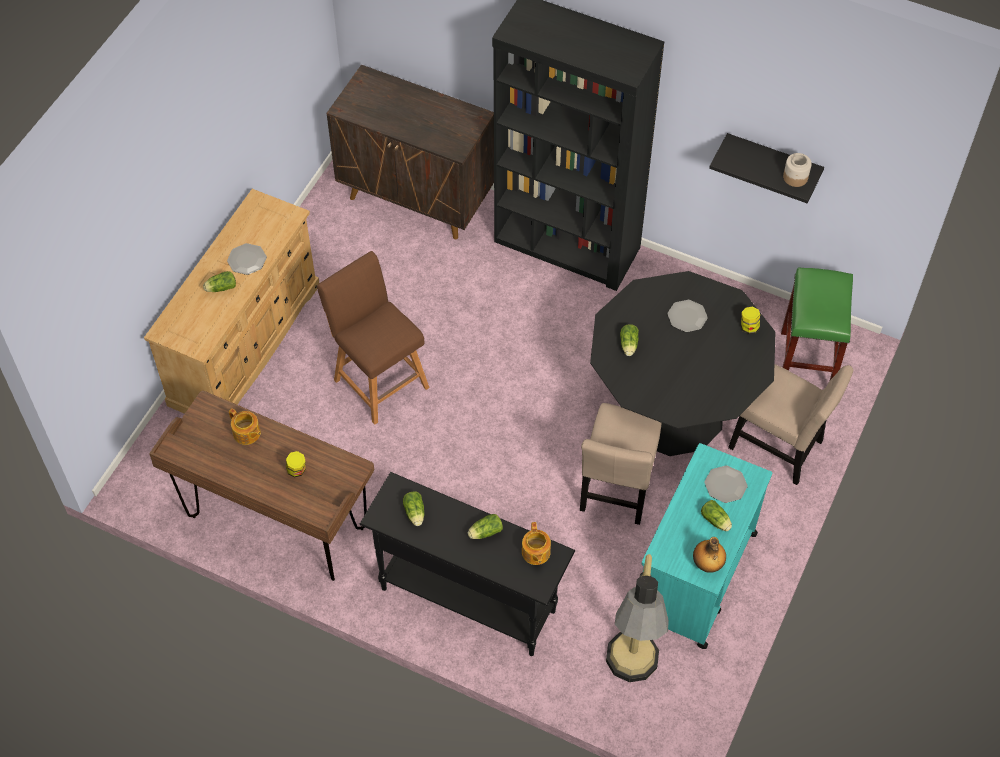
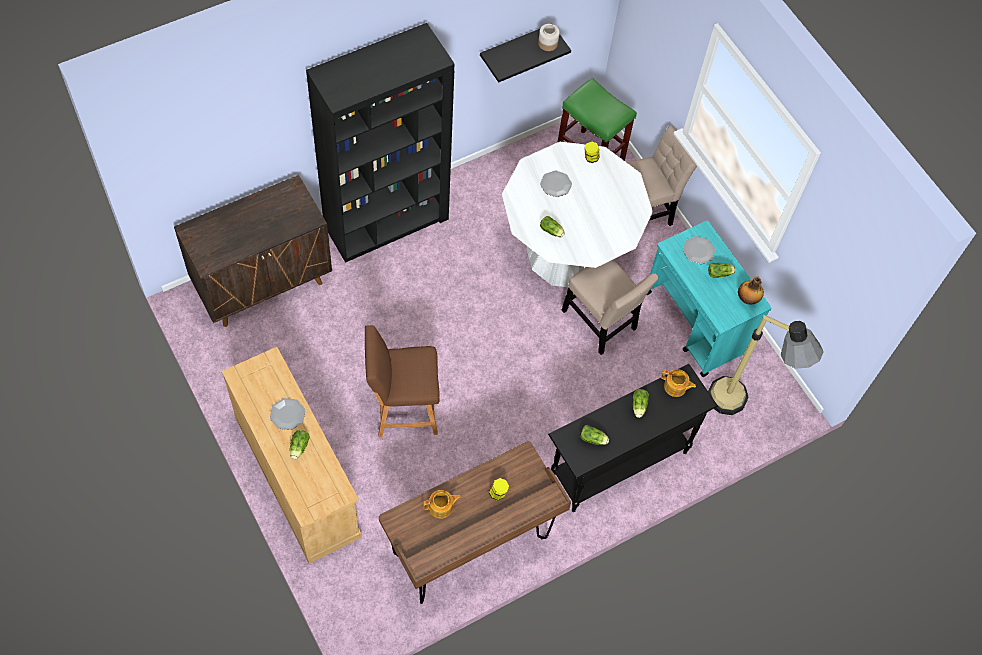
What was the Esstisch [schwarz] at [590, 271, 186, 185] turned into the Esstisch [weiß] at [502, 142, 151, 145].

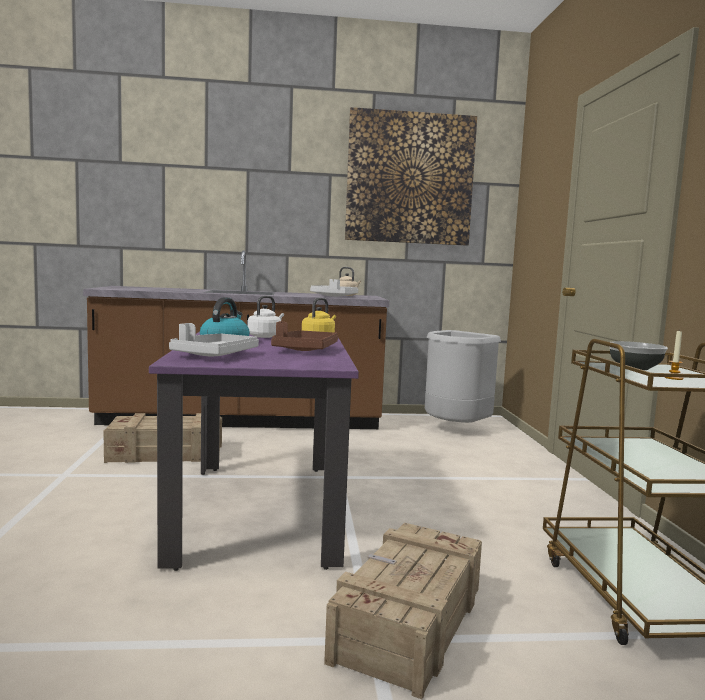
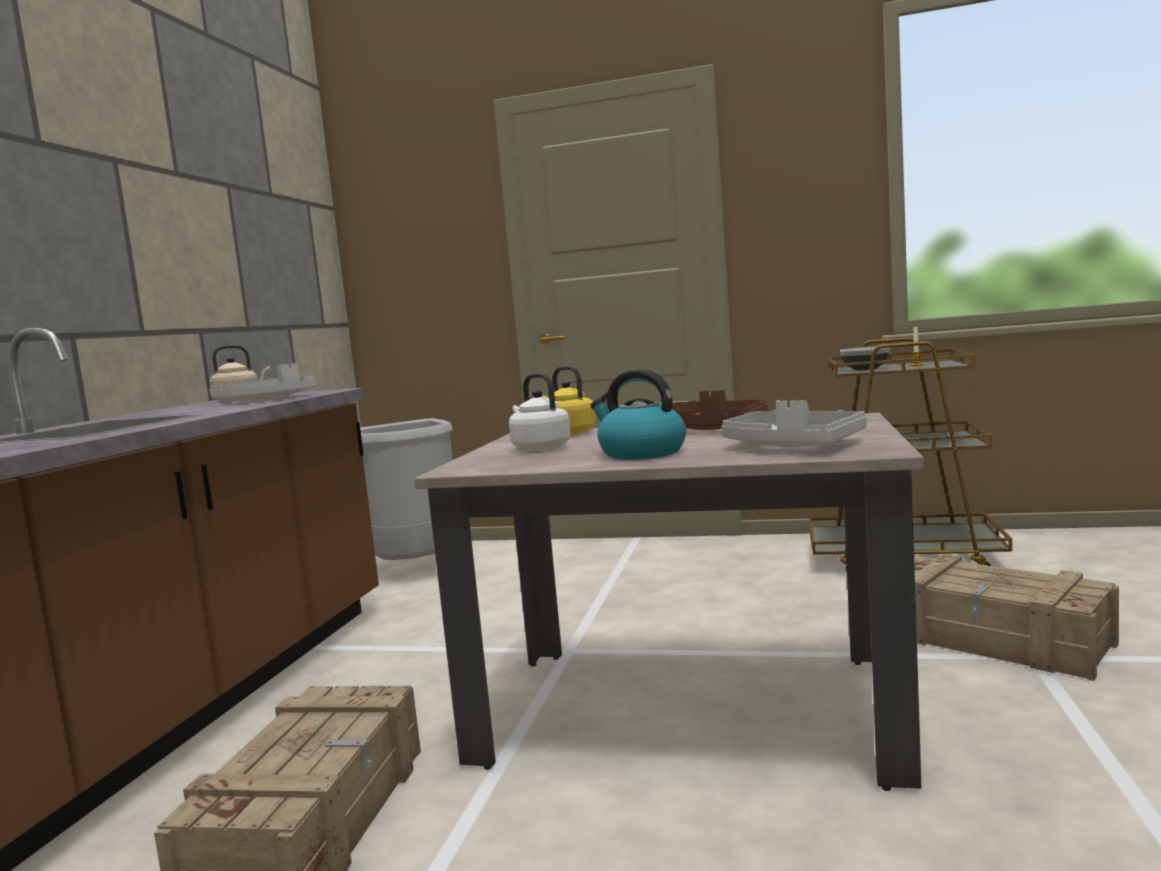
The second view lost the Bild at [345, 107, 132, 139]. What was the Esstisch [lila] at [149, 331, 210, 240] turned into the Esstisch [beige] at [414, 413, 510, 378].

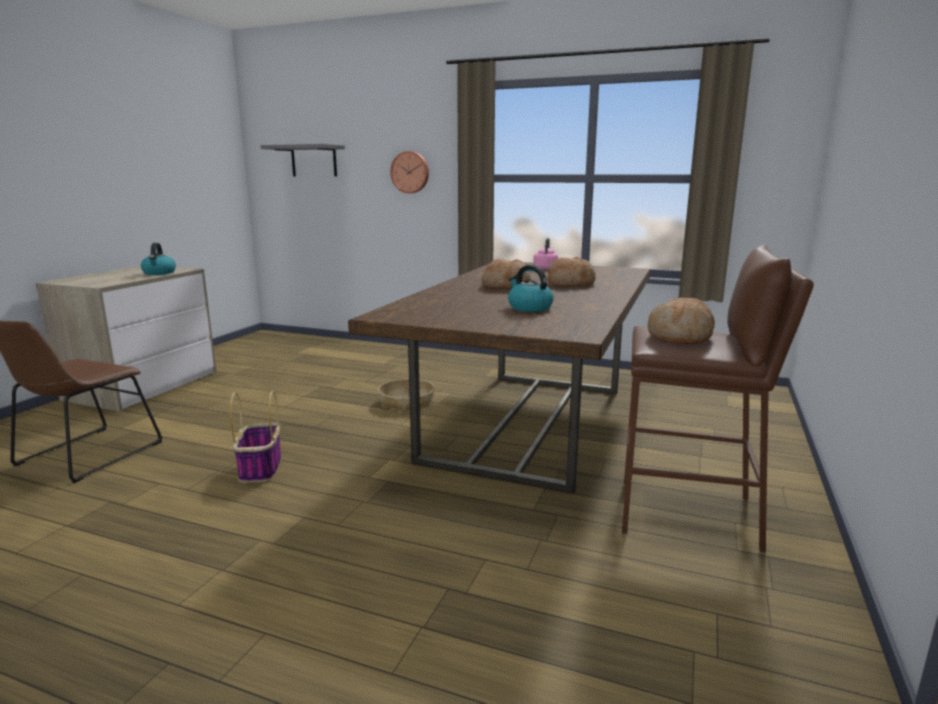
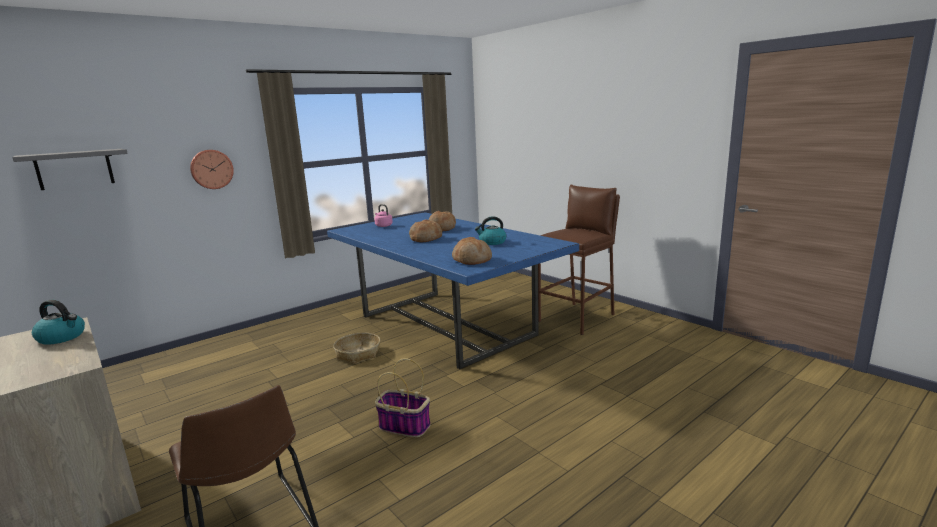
What was the Esstisch [braun] at [348, 262, 302, 231] turned into the Esstisch [blau] at [327, 212, 252, 157]. The Brot ended up elsewhere, having gone from [648, 298, 67, 46] to [452, 237, 40, 28].

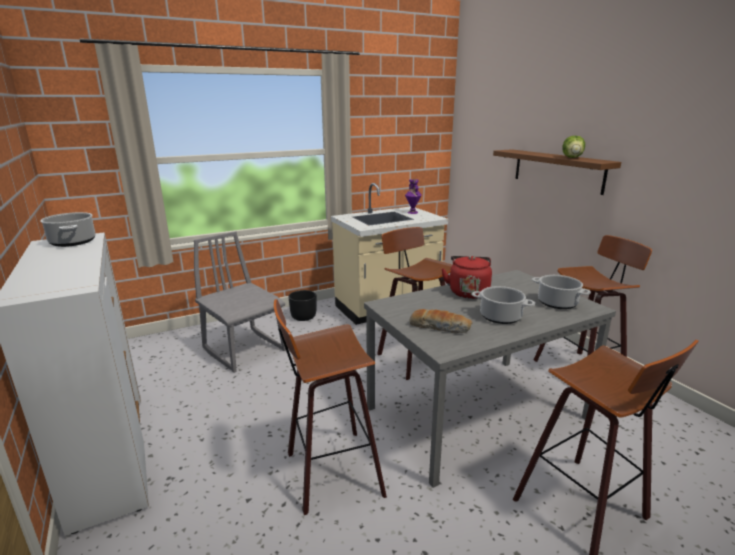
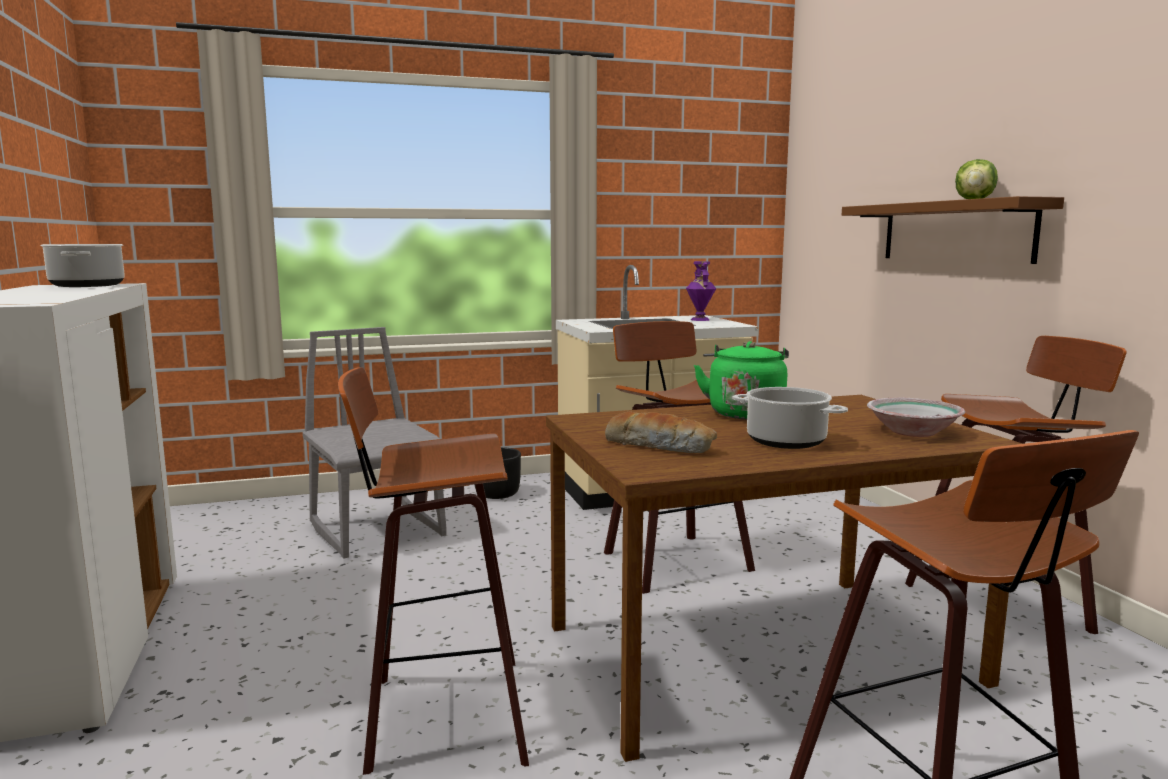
What was the Wasserkessel [rot] at [442, 256, 50, 43] turned into the Wasserkessel [grün] at [694, 341, 95, 78]. What was the Esstisch [grau] at [364, 270, 252, 218] turned into the Esstisch [braun] at [546, 395, 477, 367]. Where the Kochtopf stood at [532, 275, 59, 34], the Schüssel came to stand at [867, 398, 98, 39].

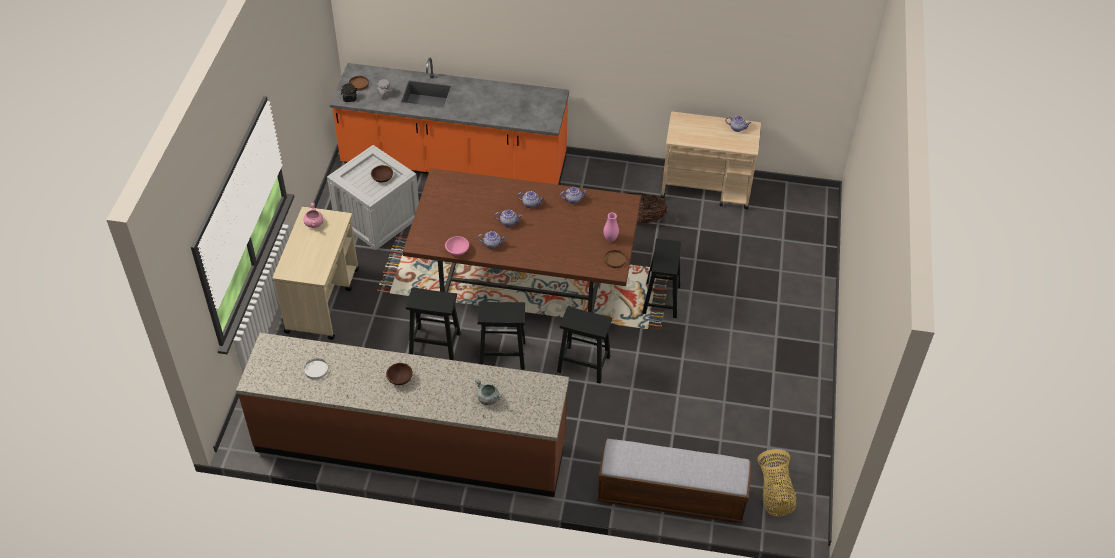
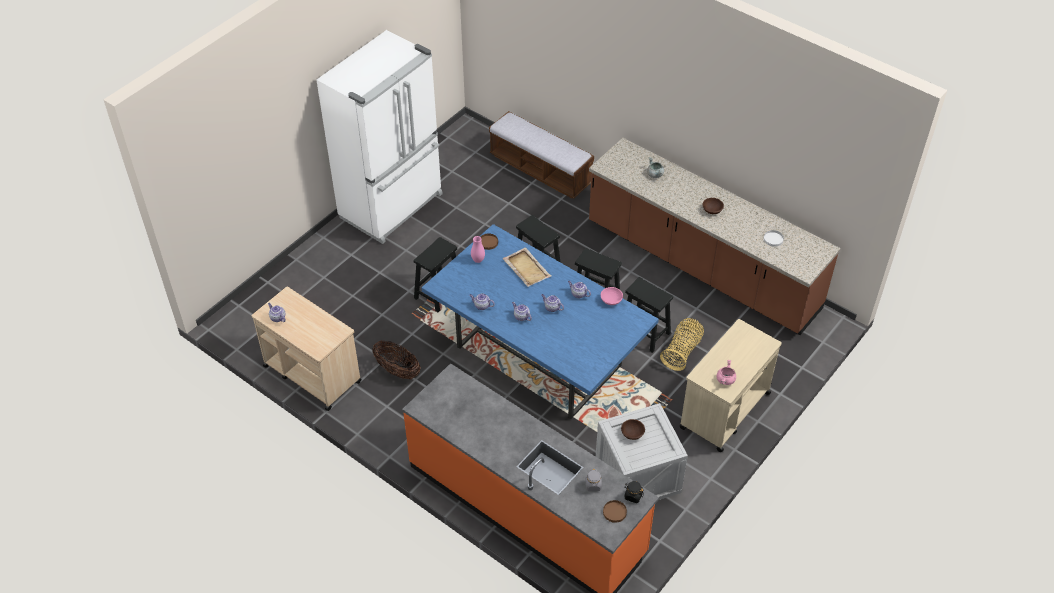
What was the Esstisch [braun] at [403, 168, 238, 145] turned into the Esstisch [blau] at [421, 224, 238, 195]. The Korb ended up elsewhere, having gone from [757, 449, 39, 67] to [660, 318, 44, 53]. The second view gained the Kühlschrank [weiß] at [316, 30, 127, 214]. The second view gained the Tablett [beige] at [502, 247, 50, 40].

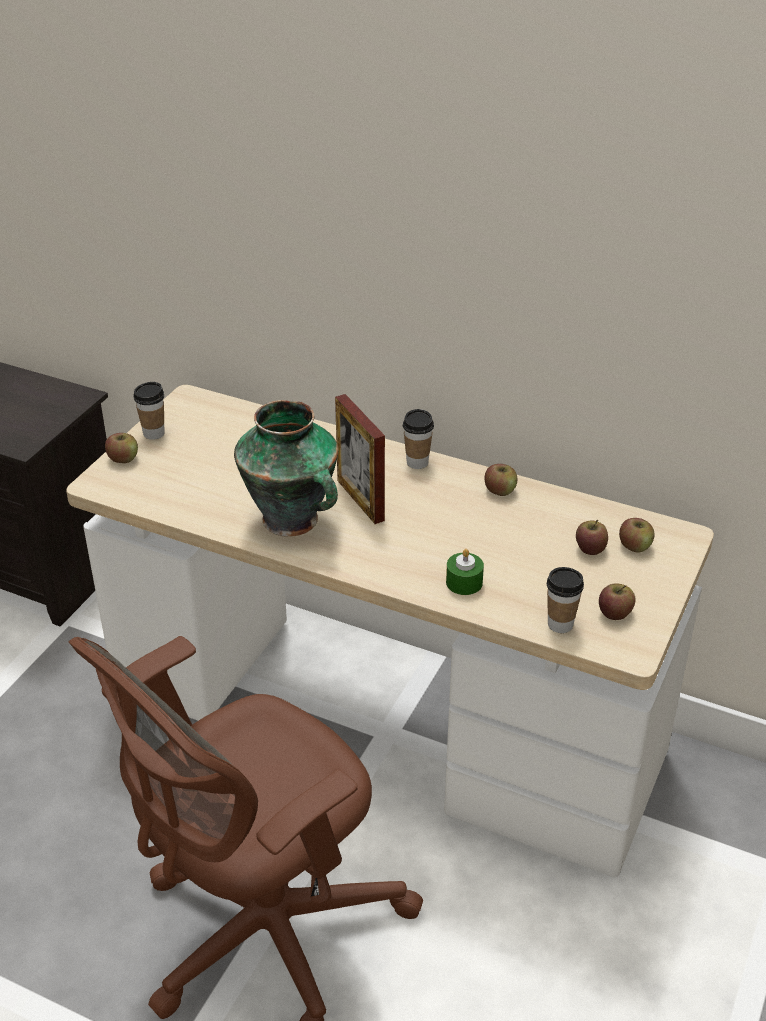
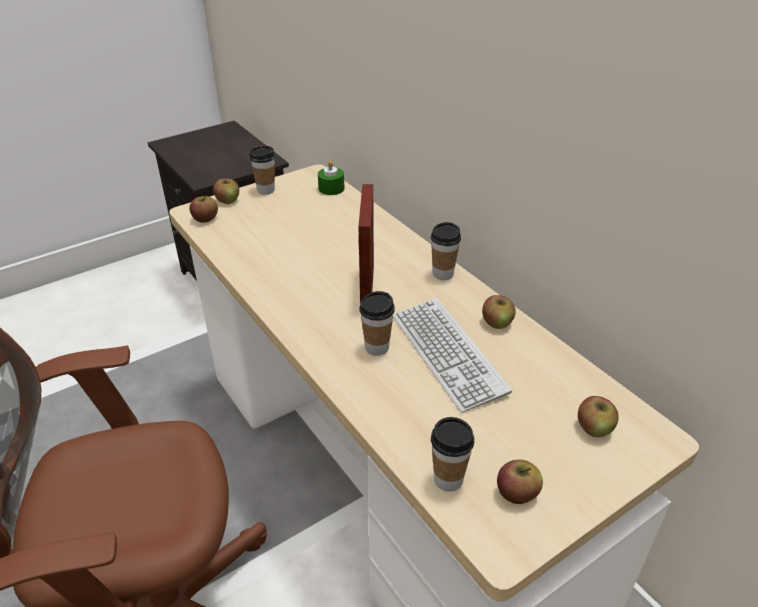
The second view lost the Vase at [234, 400, 104, 137]. The Apfel ended up elsewhere, having gone from [576, 520, 32, 35] to [189, 195, 29, 28]. The Kerze [grün] ended up elsewhere, having gone from [446, 549, 38, 46] to [318, 160, 26, 35]. The second view gained the Tasse at [359, 291, 36, 65]. The second view gained the Tastatur at [393, 298, 119, 115].

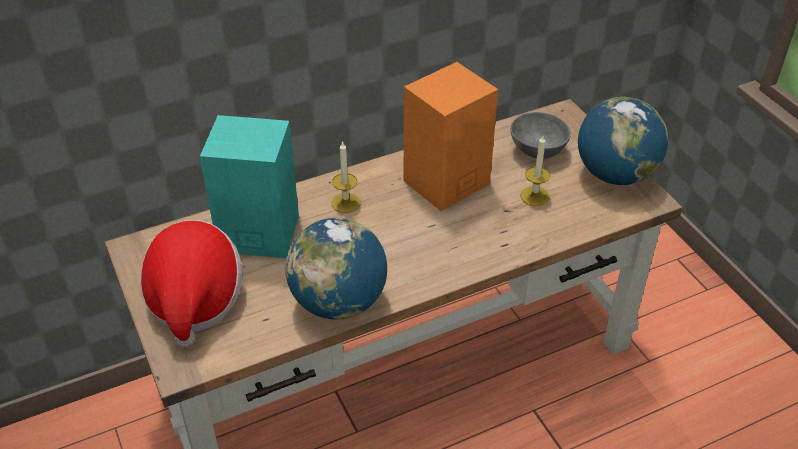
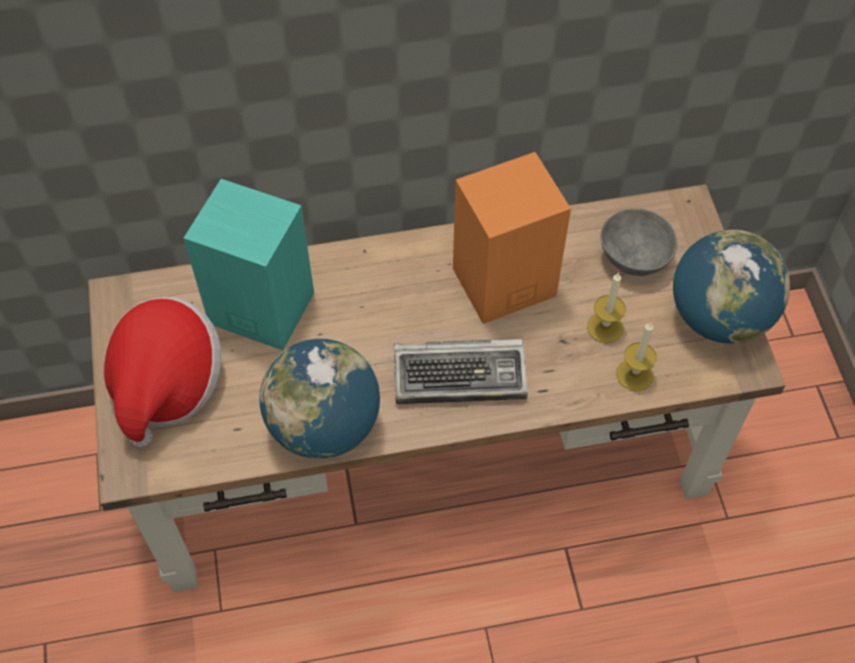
The Kerze ended up elsewhere, having gone from [331, 141, 29, 72] to [616, 322, 41, 69]. The second view gained the Tastatur at [394, 339, 134, 65].

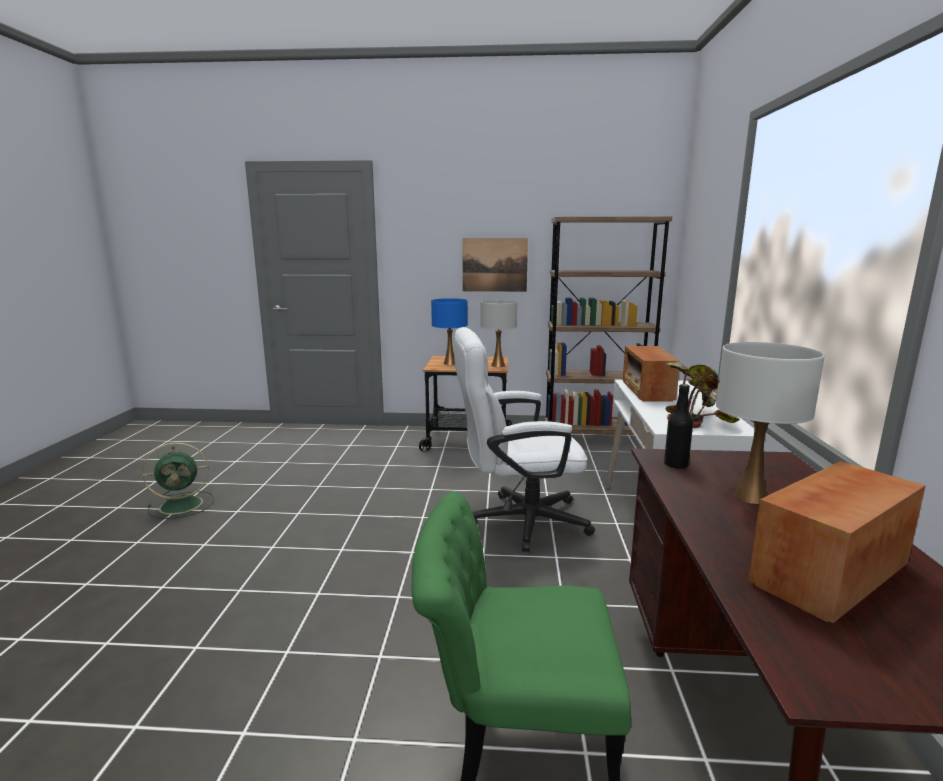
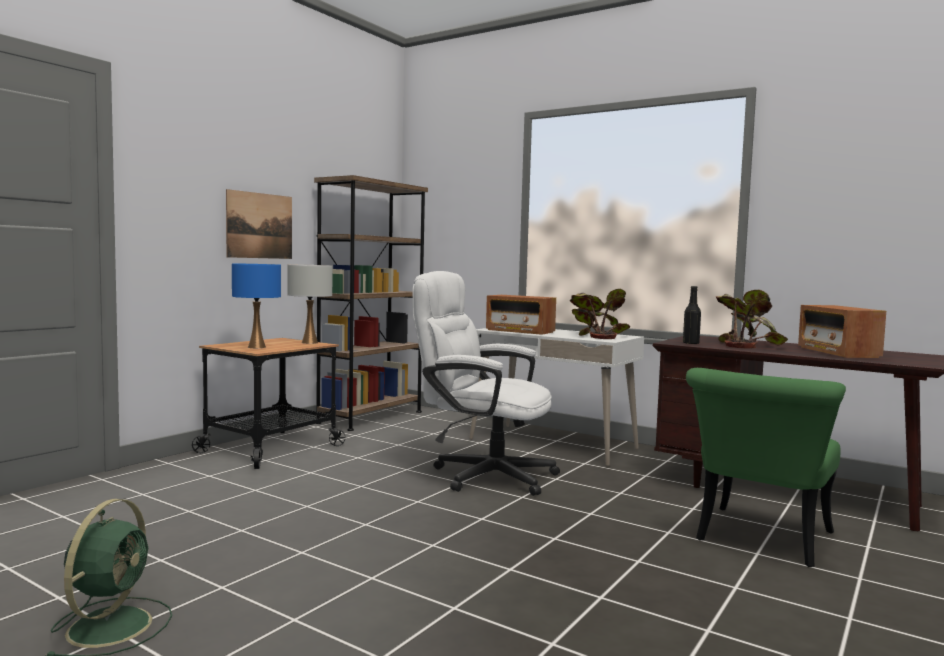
The Bürostuhl [weiß] at [454, 327, 141, 225] ended up facing another way, 90 degrees clockwise from before. Where the Tischlampe [weiß] stood at [716, 342, 109, 162], the Topfpflanze came to stand at [716, 290, 72, 59].

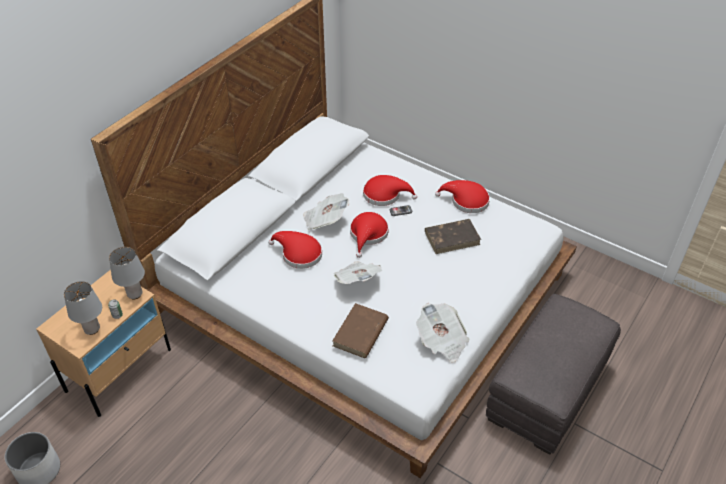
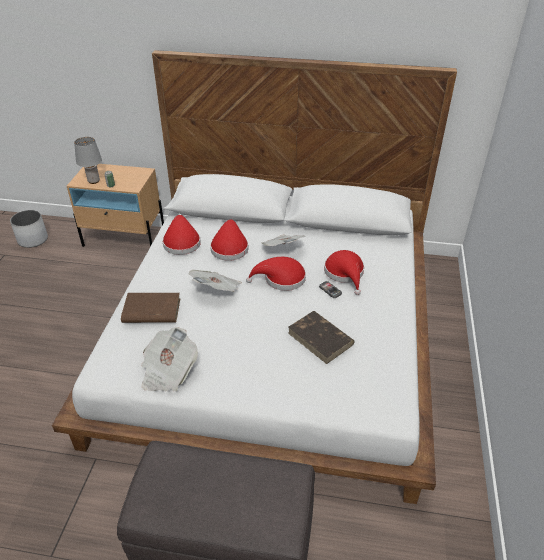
The Hut [rot] ended up elsewhere, having gone from [435, 180, 55, 33] to [162, 215, 39, 40]. The second view lost the Tischlampe [grau] at [109, 247, 36, 52].

